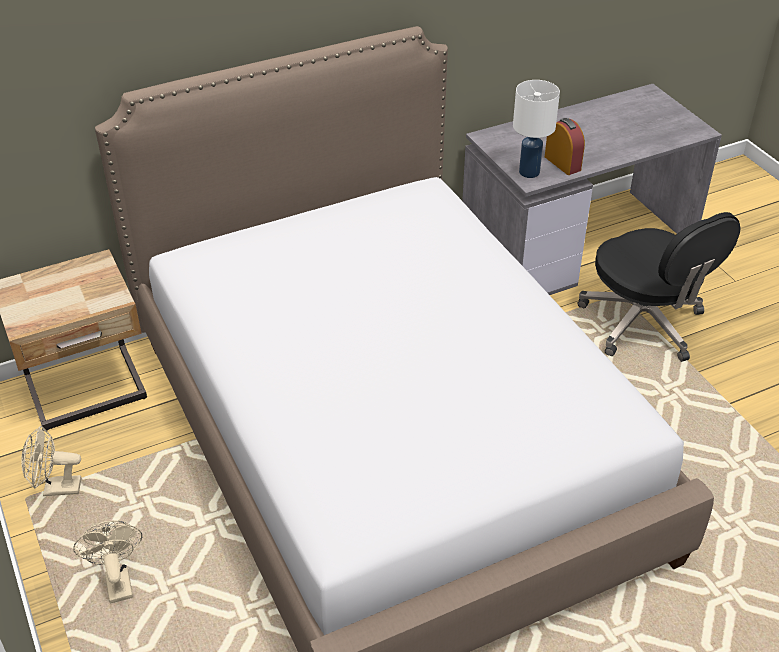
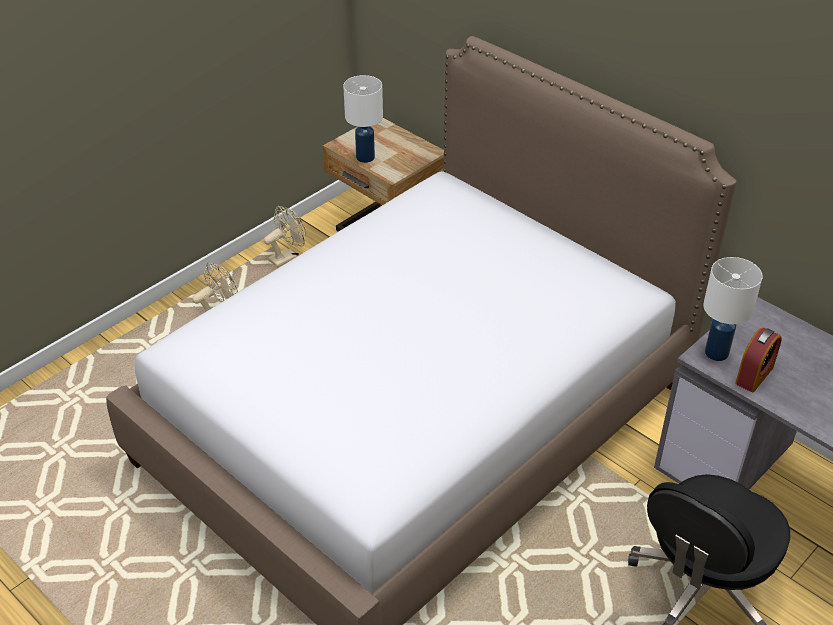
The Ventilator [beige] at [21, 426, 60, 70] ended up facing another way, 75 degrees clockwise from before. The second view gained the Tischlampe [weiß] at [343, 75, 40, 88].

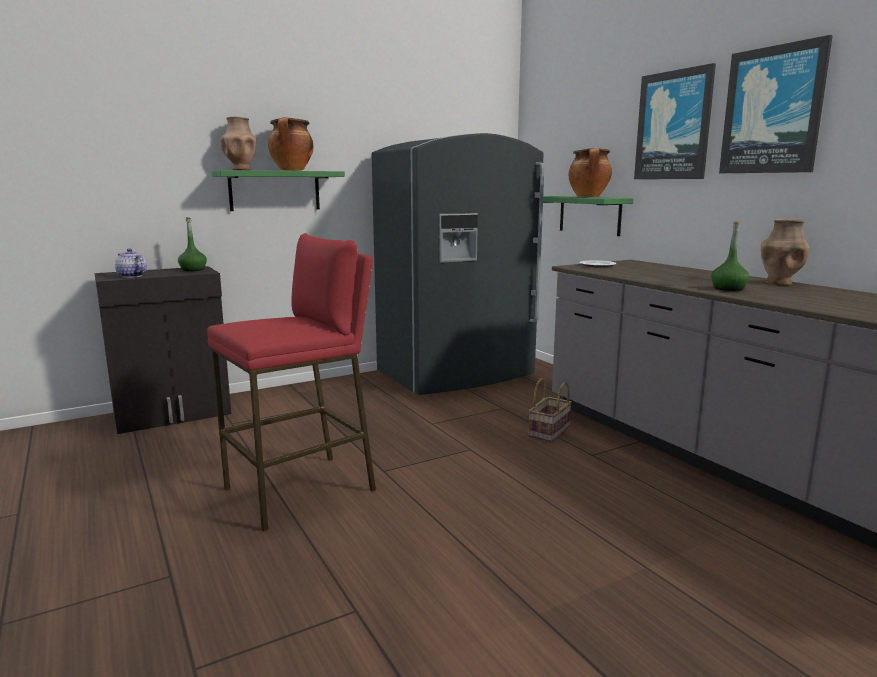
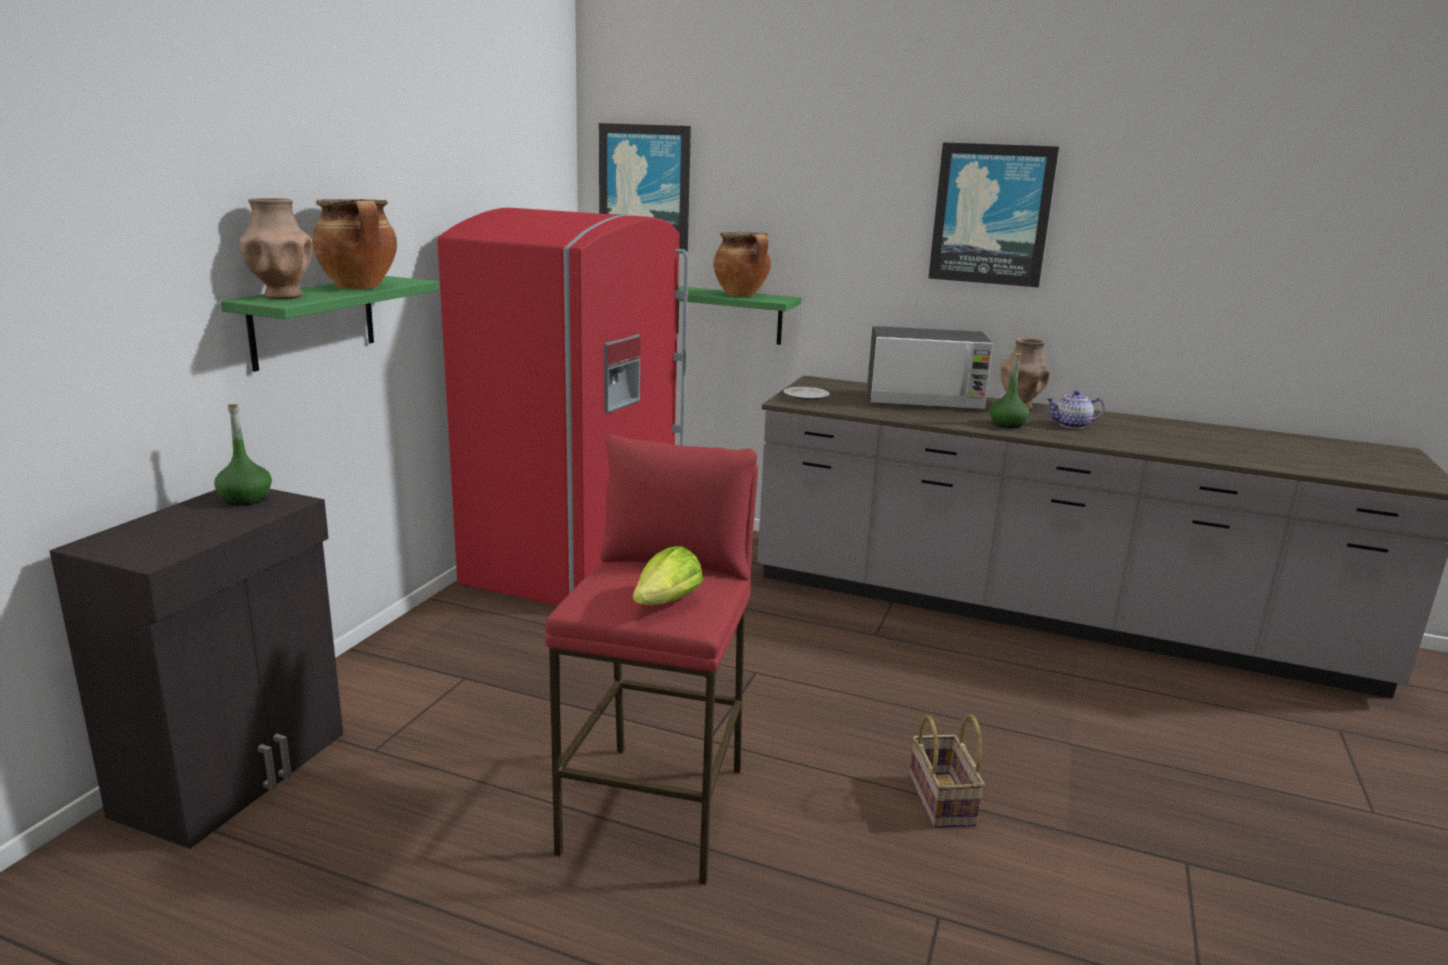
The Bild ended up elsewhere, having gone from [634, 63, 82, 116] to [599, 123, 92, 129]. What was the Kühlschrank [grau] at [372, 133, 173, 262] turned into the Kühlschrank [rot] at [437, 208, 251, 398]. The Teekanne ended up elsewhere, having gone from [115, 248, 32, 30] to [1045, 390, 60, 39]. The Korb ended up elsewhere, having gone from [529, 378, 43, 64] to [909, 714, 76, 114]. The second view gained the Mikrowelle at [867, 326, 126, 83]. The second view gained the Salatkopf at [633, 546, 70, 59].

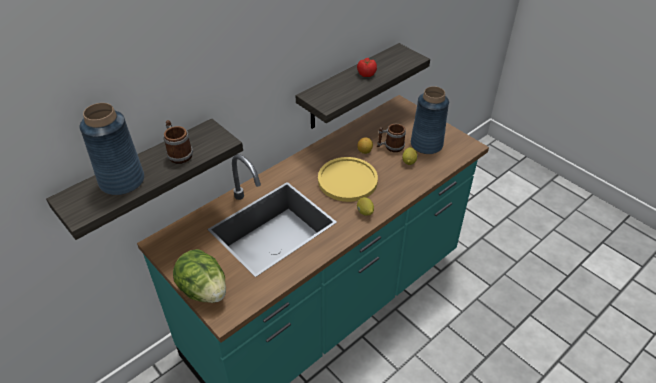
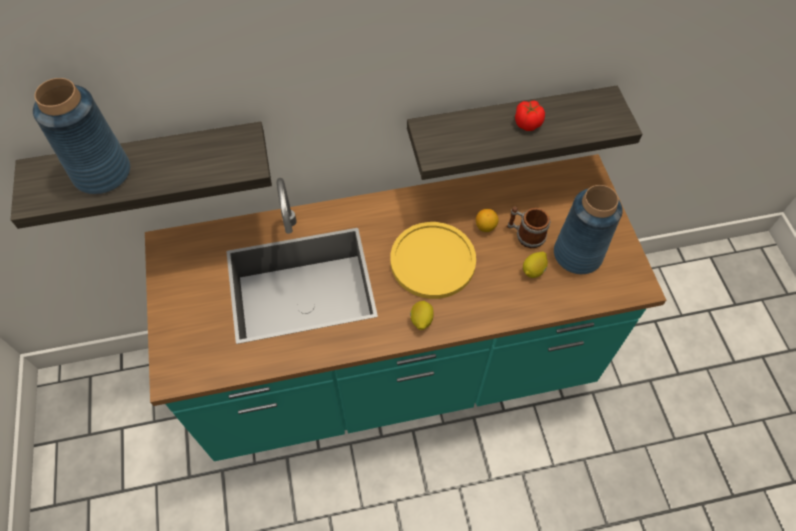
The second view lost the Henkelbecher at [163, 120, 30, 44]. The second view lost the Salatkopf at [173, 249, 53, 54].

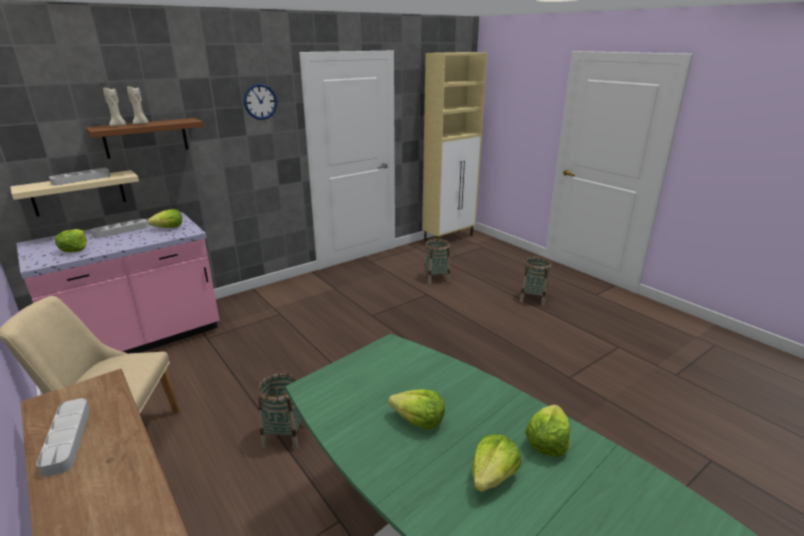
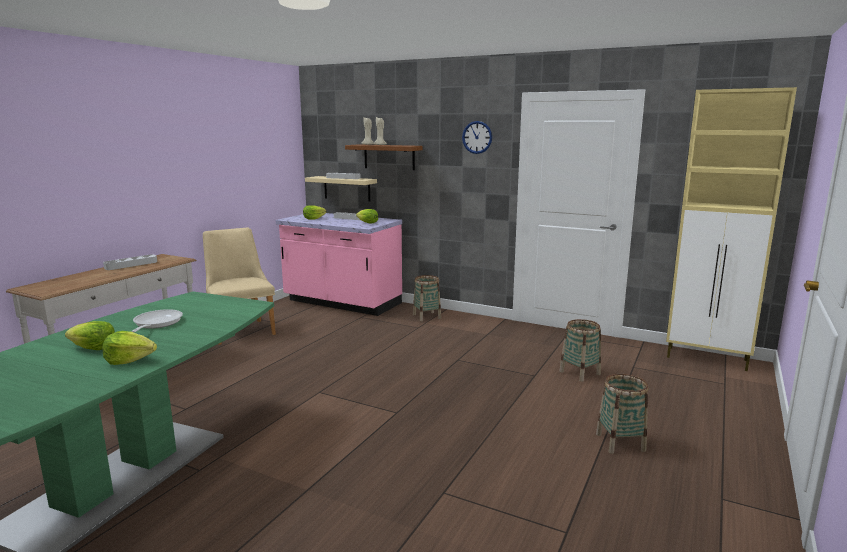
The Korb ended up elsewhere, having gone from [257, 372, 49, 78] to [413, 275, 28, 46]. Where the Salatkopf stood at [388, 389, 57, 41], the Pfanne came to stand at [131, 309, 52, 23].

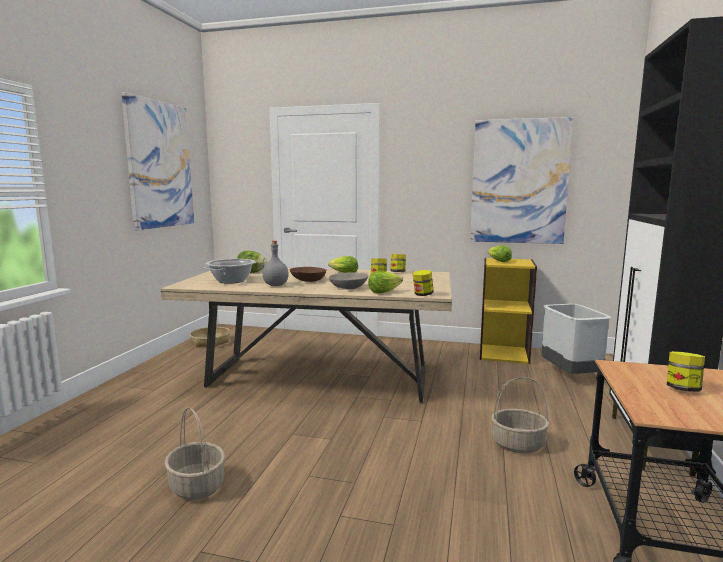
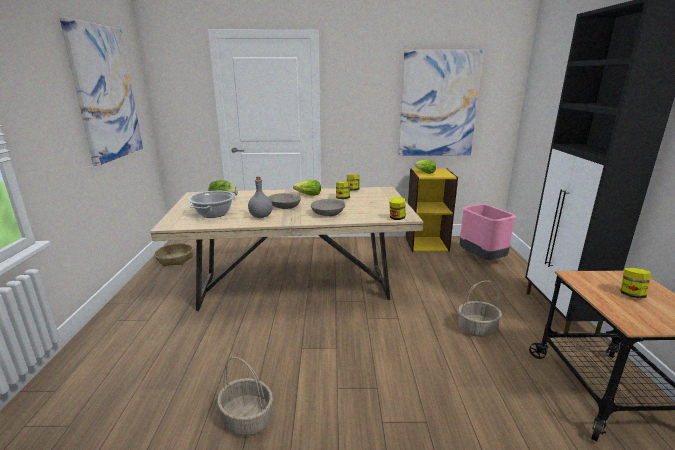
What was the Schüssel [braun] at [290, 267, 36, 15] turned into the Schüssel [grau] at [269, 193, 32, 16]. The second view lost the Salatkopf at [368, 271, 35, 23]. What was the Mülleimer [grau] at [541, 304, 70, 70] turned into the Mülleimer [rosa] at [459, 204, 57, 56].

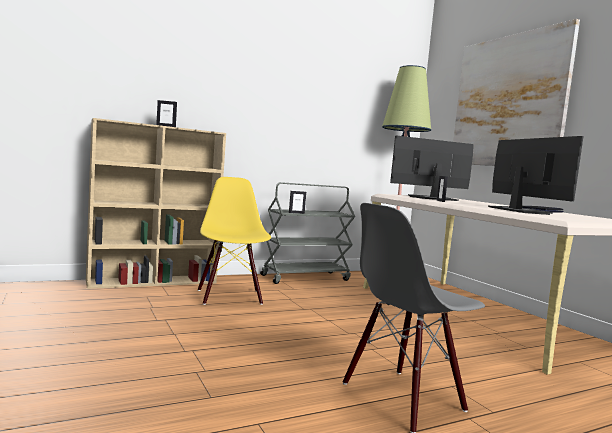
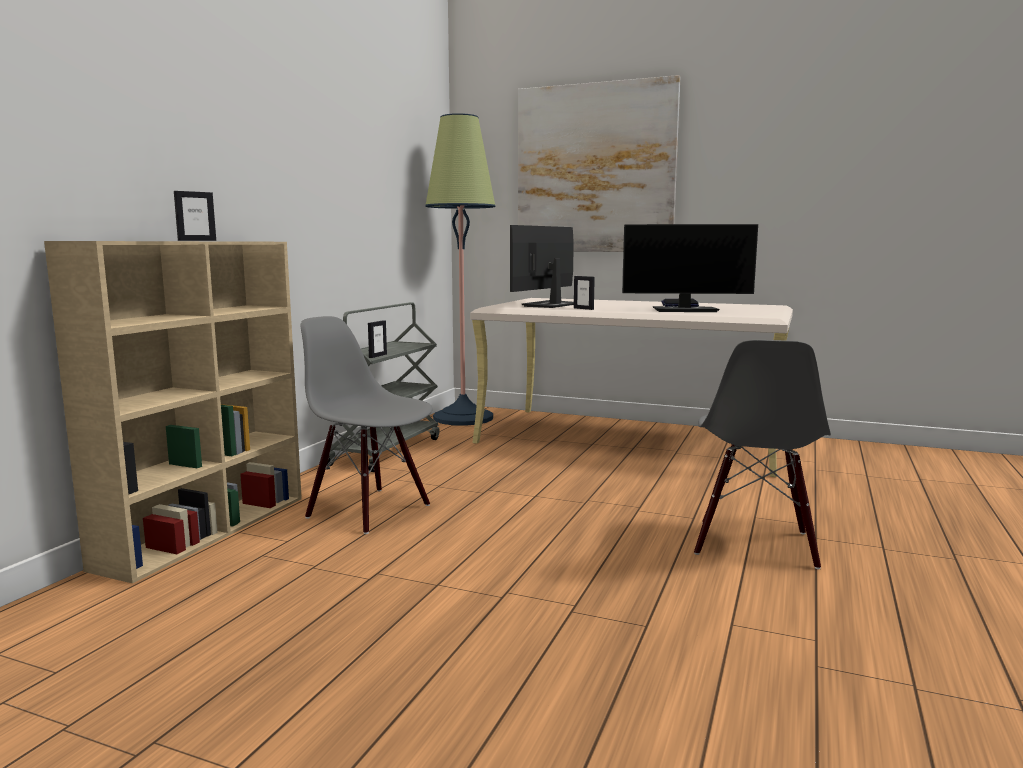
The Monitor at [488, 136, 96, 79] ended up facing another way, 150 degrees clockwise from before. What was the Stuhl [gelb] at [198, 177, 73, 128] turned into the Stuhl [grau] at [301, 316, 131, 218].

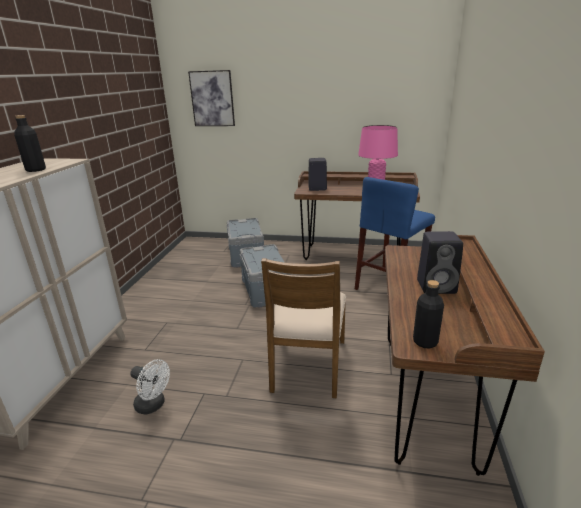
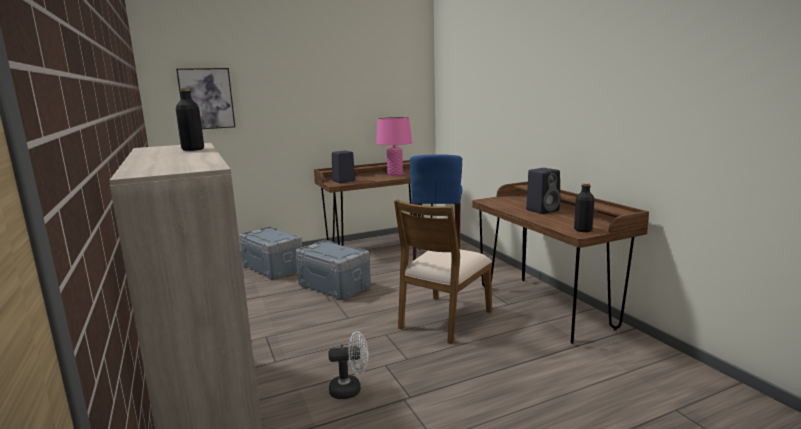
The Stuhl [braun] at [261, 258, 85, 140] ended up facing another way, 60 degrees clockwise from before.

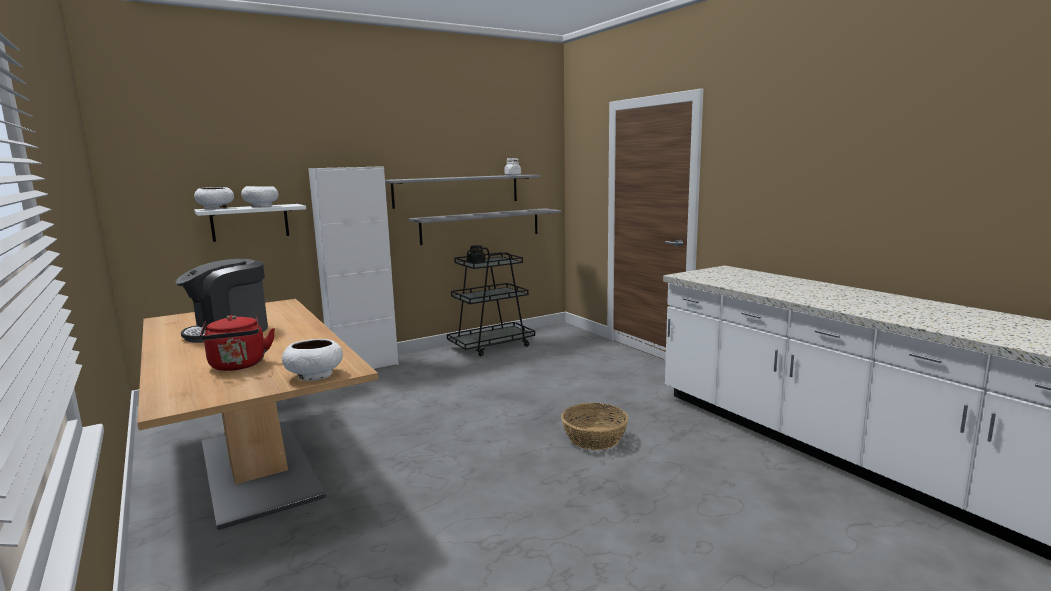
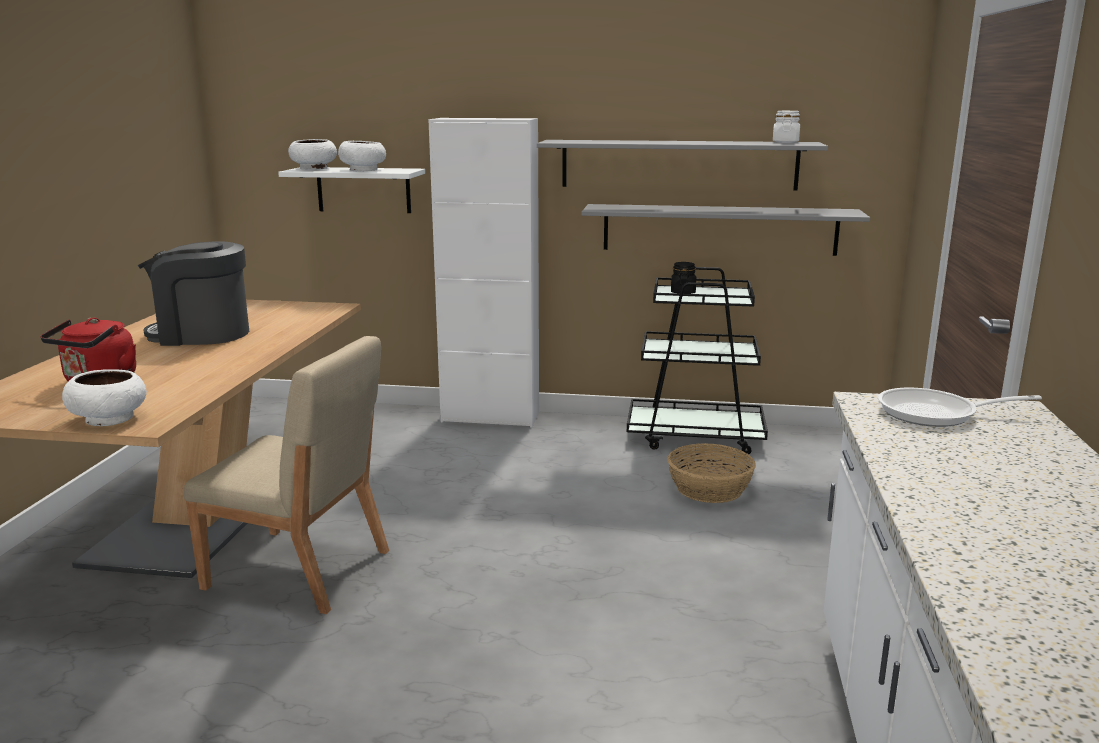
The Korb ended up elsewhere, having gone from [561, 403, 67, 47] to [667, 443, 89, 60]. The second view gained the Stuhl [beige] at [184, 336, 205, 278]. The second view gained the Pfanne at [878, 388, 164, 39].

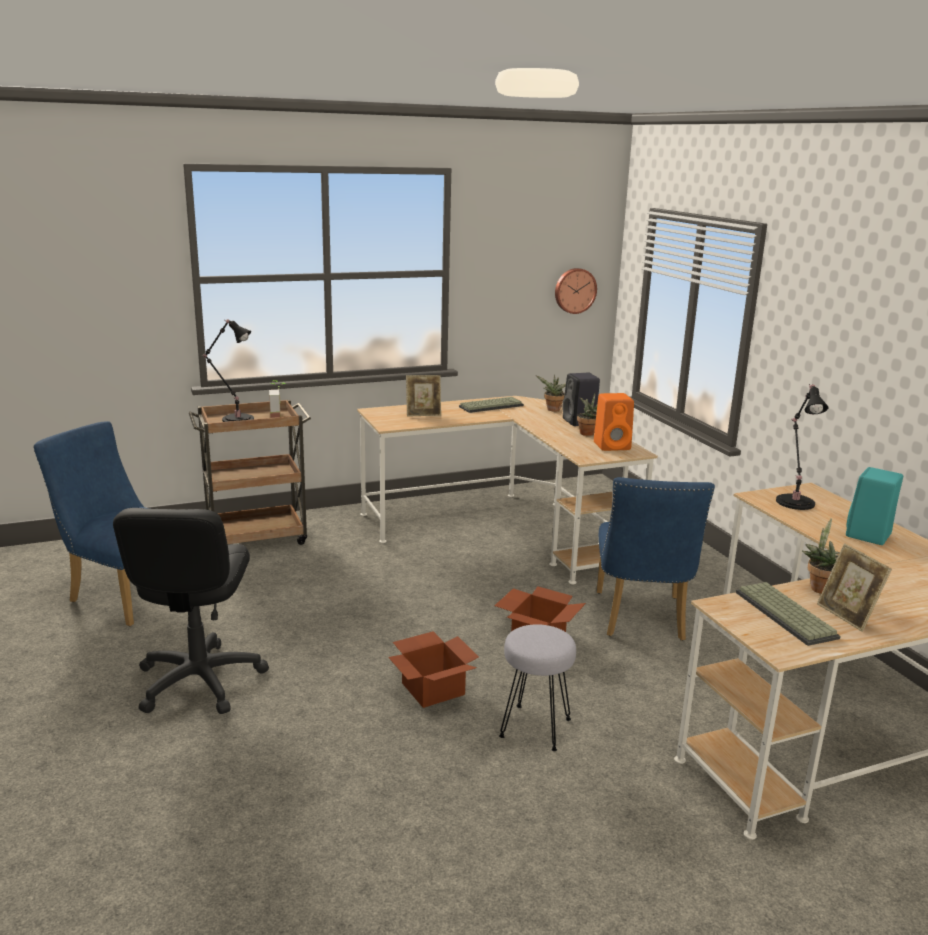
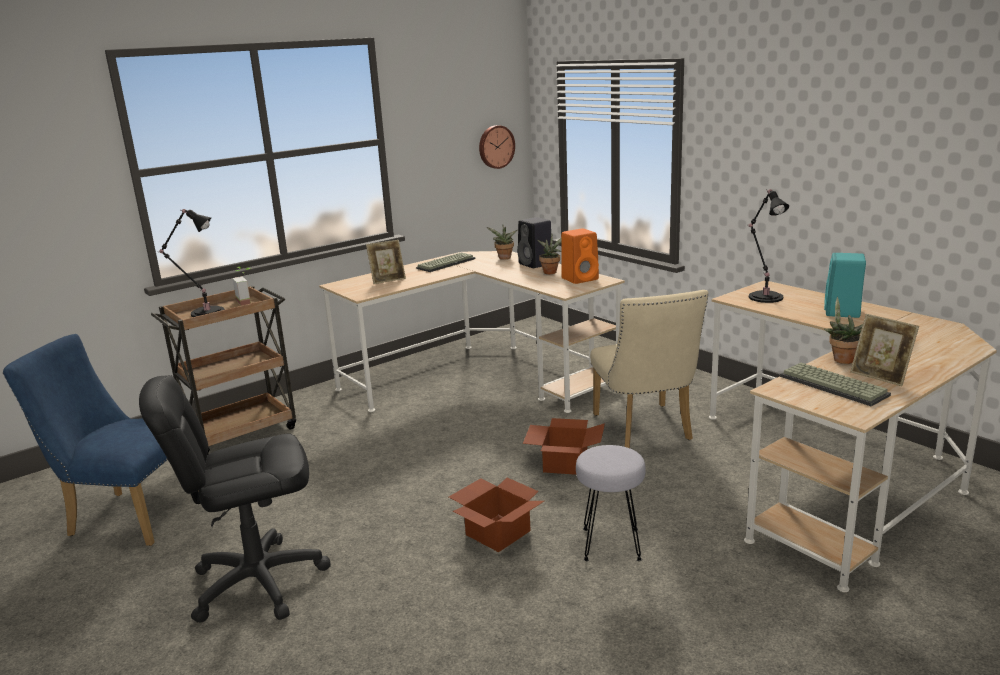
What was the Stuhl [blau] at [597, 477, 118, 164] turned into the Stuhl [beige] at [590, 290, 118, 158]. The Bürostuhl [schwarz] at [113, 508, 156, 206] ended up facing another way, 90 degrees clockwise from before.

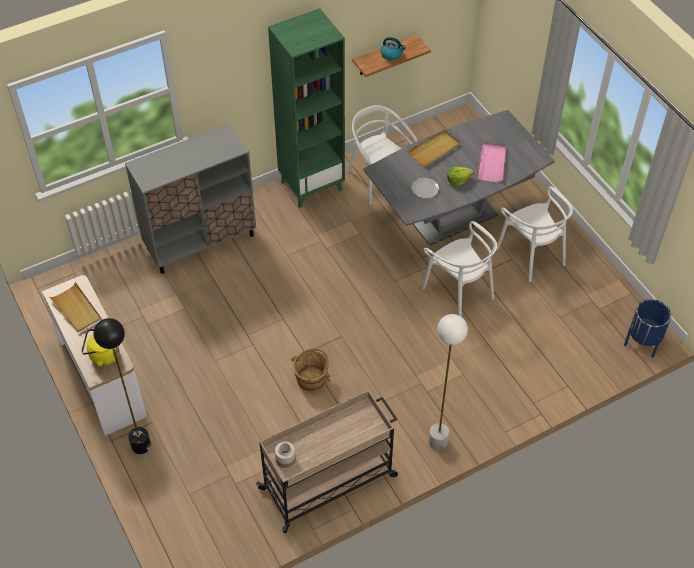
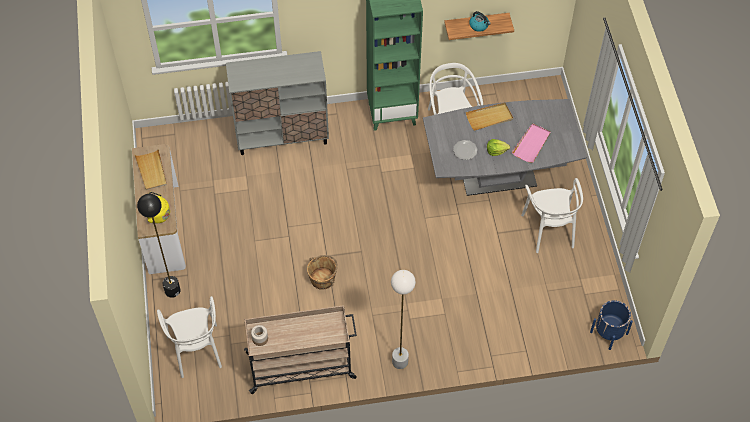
The Stuhl [weiß] ended up elsewhere, having gone from [422, 221, 75, 96] to [157, 296, 65, 82].

